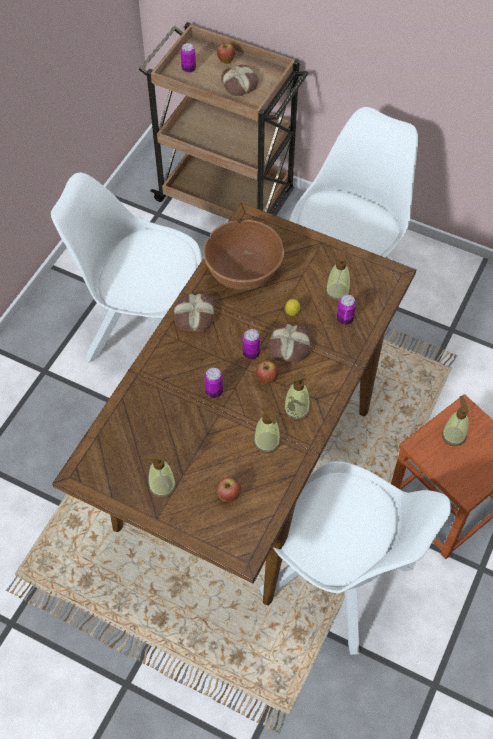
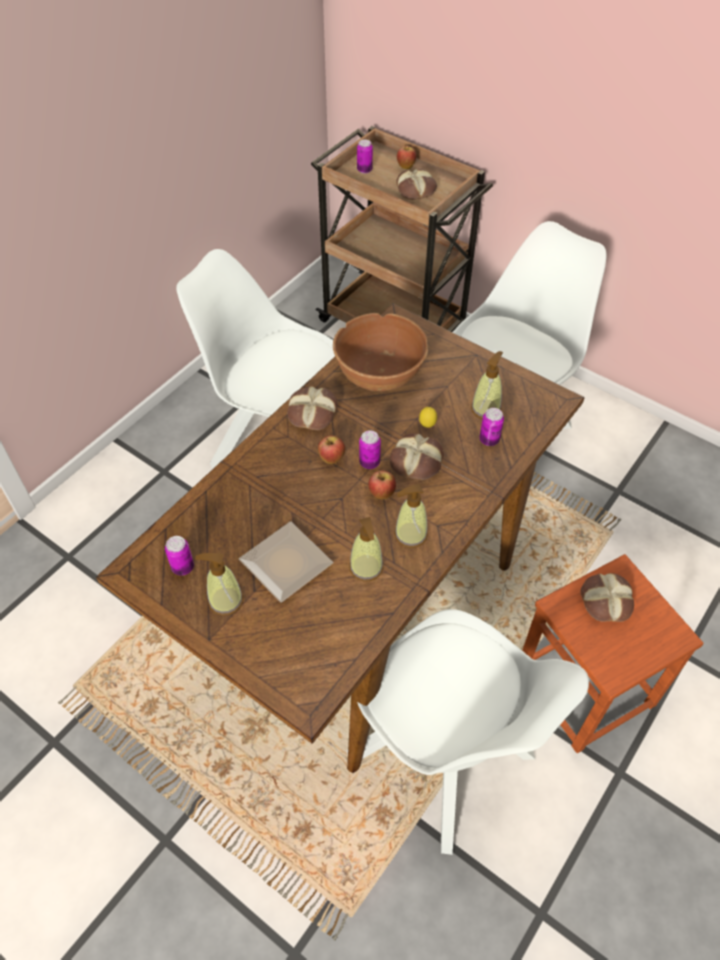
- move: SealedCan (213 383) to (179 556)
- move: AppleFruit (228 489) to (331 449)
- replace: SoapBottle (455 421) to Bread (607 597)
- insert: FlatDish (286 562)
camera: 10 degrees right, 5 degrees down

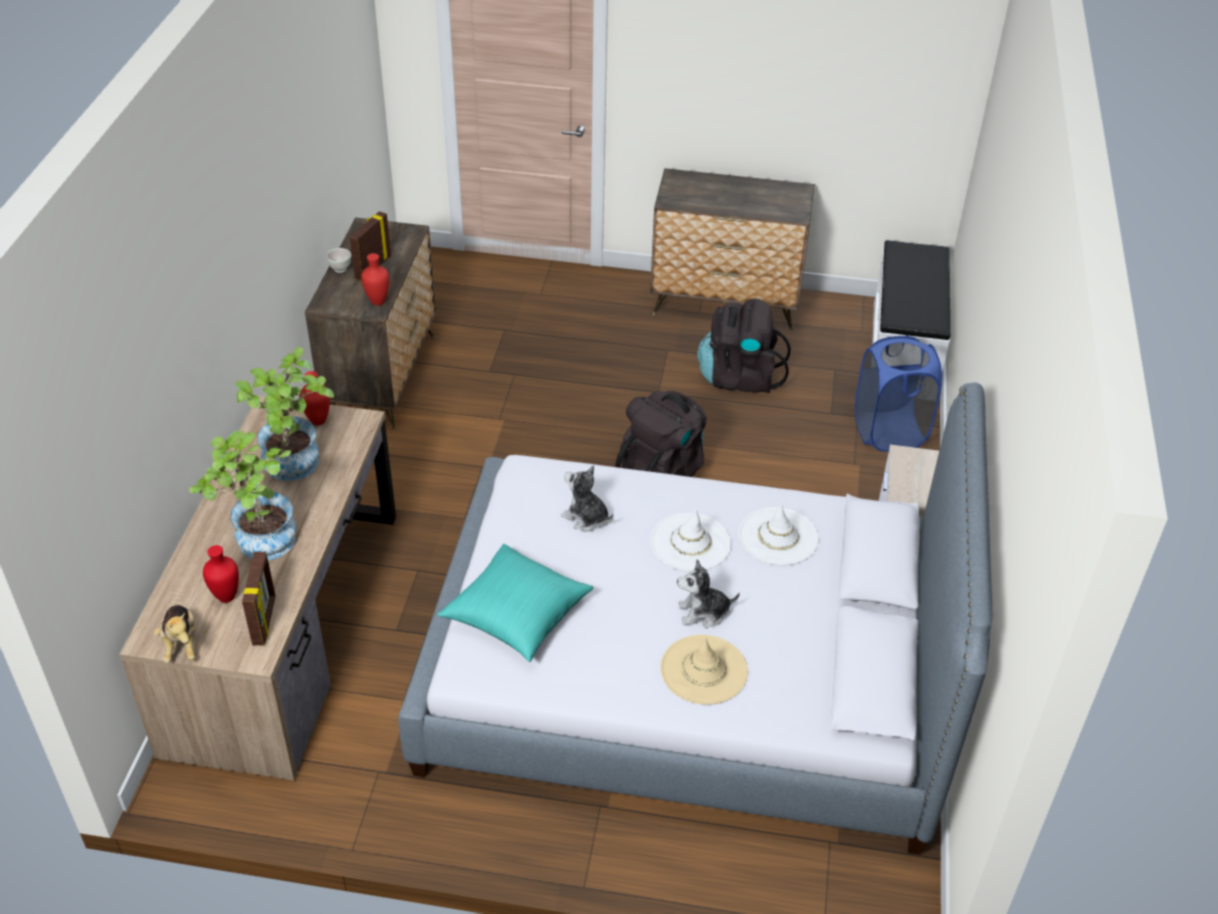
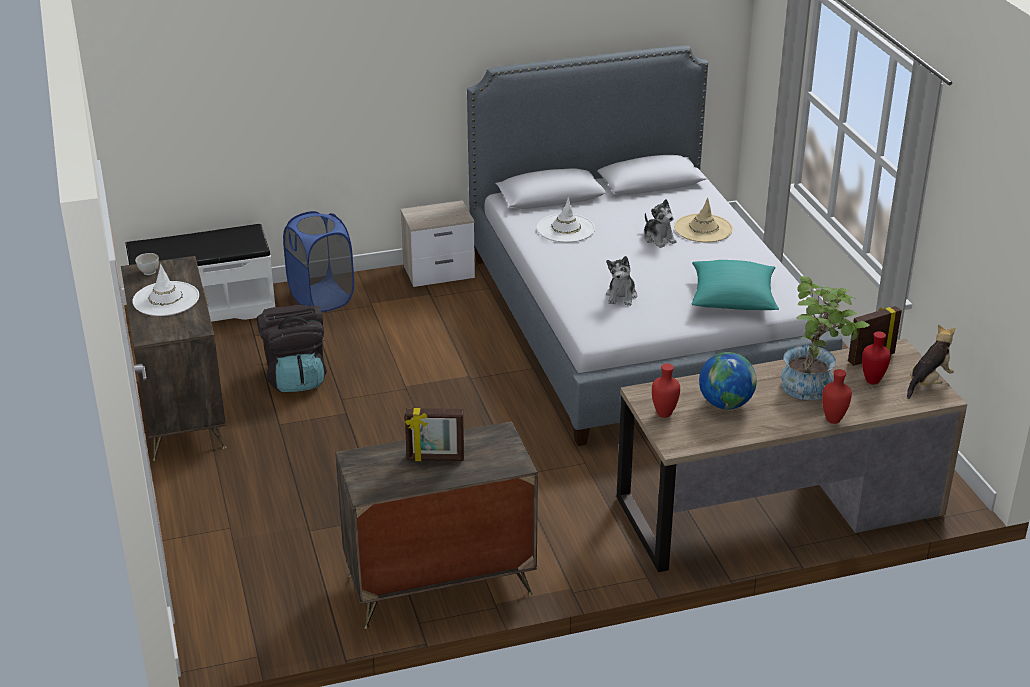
- replace: PlantInAPot (284 414) to Globe (728 380)
- move: WhiteColouredBowl (339 260) to (147 264)
- move: RedColouredDecorativeVase (375 279) to (837 396)
- delete: BlackBackpack (660 434)
- move: WhiteColouredWearableHat (690 540) to (165 290)
camera: 115 degrees left, 10 degrees down

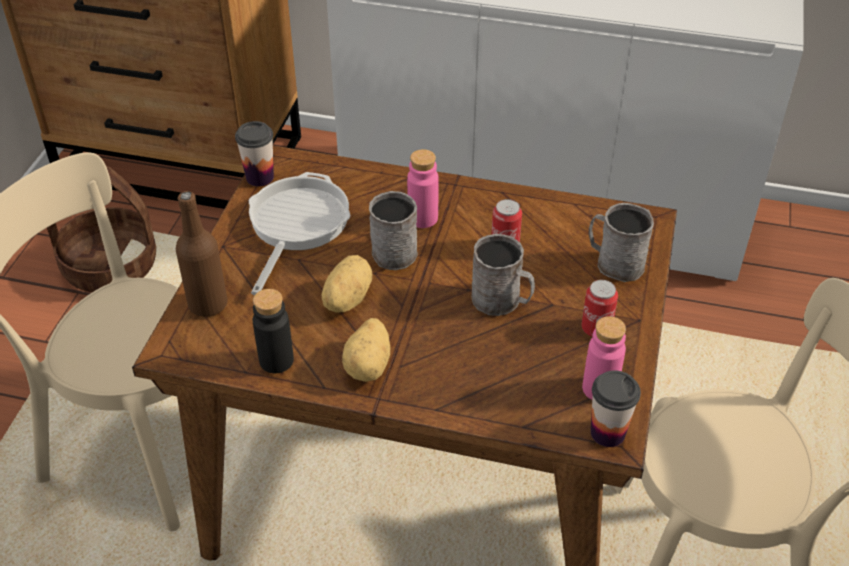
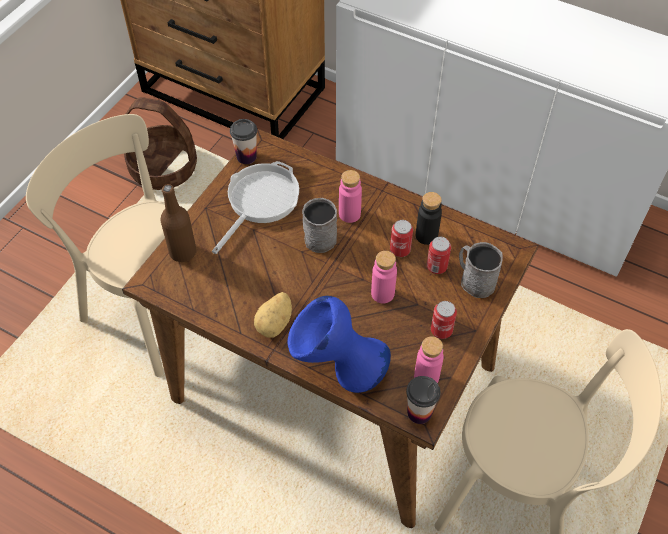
- move: BlackBottle (273 331) to (429 218)
- delete: Potato (347 283)
- replace: GreyMug (503 275) to PinkBottle (384 277)
- insert: BlueColouredDecorativeVase (339 344)
- insert: SealedCan (439 255)
camera: 15 degrees right, 10 degrees up

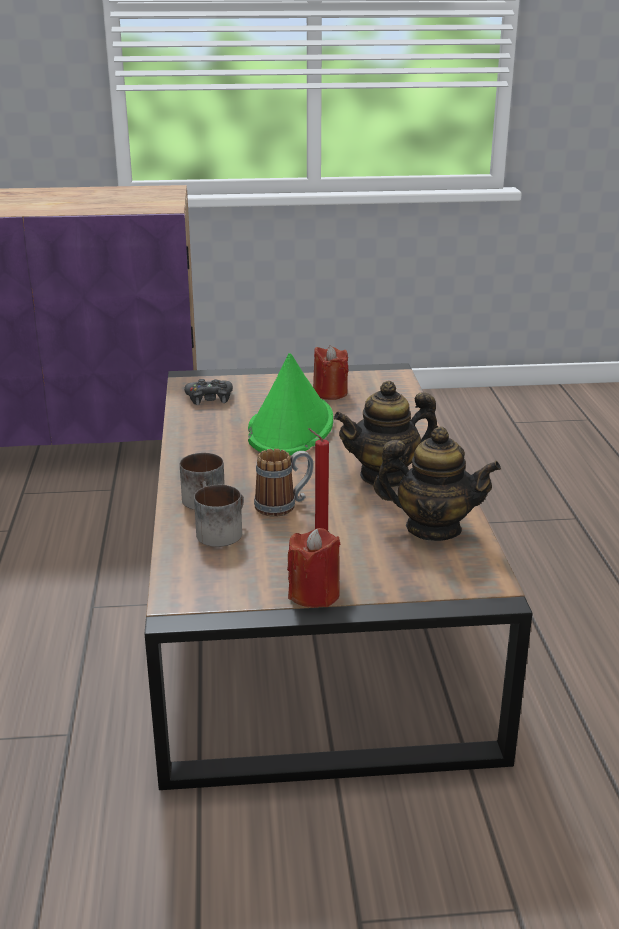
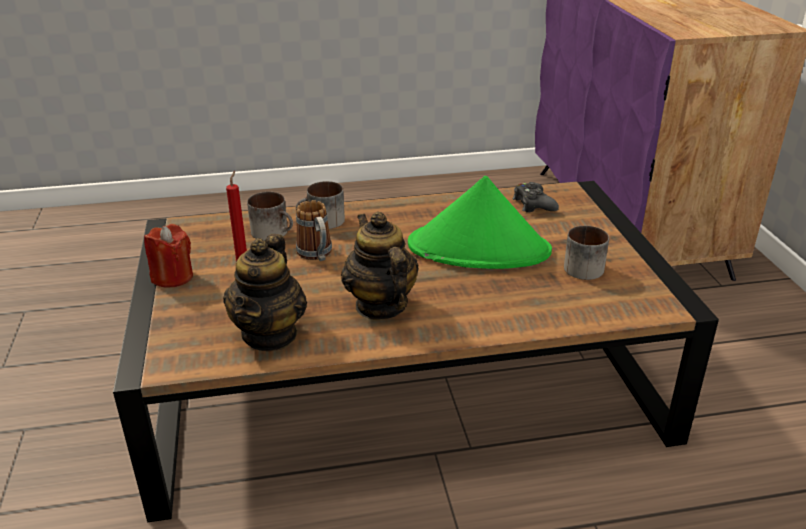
- replace: RedColouredCandle (331 372) to Mug (586 253)
camera: 85 degrees right, 5 degrees up

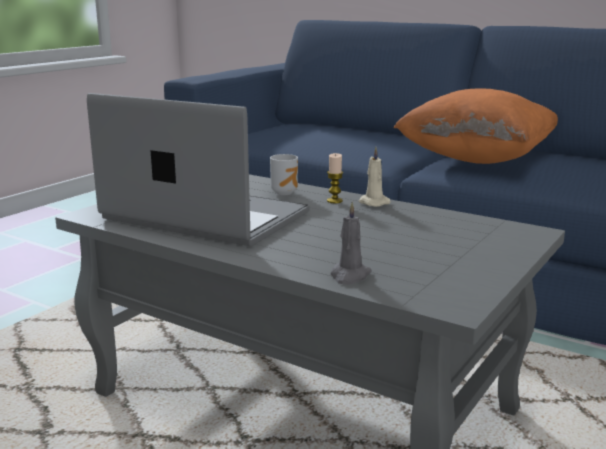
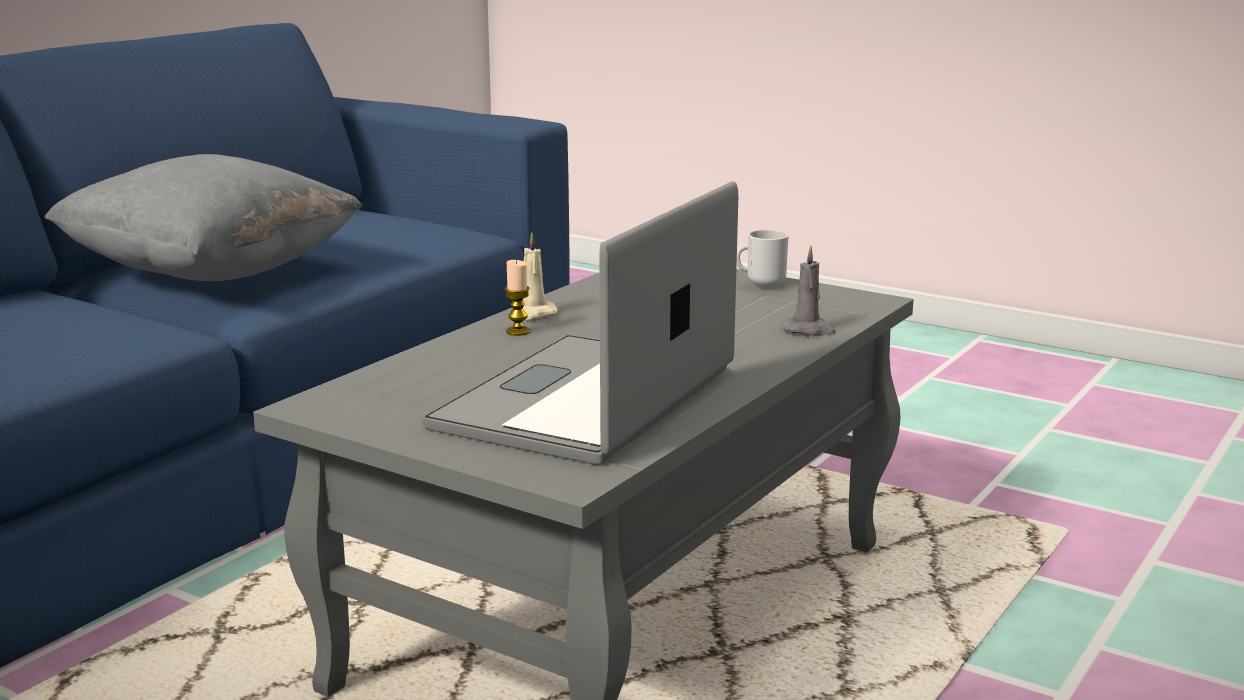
- move: Mug (284 174) to (763 259)
- recolor: OrangeColouredThrowPillow (475 126) to GreyThrowPillow (203 217)
camera: 90 degrees left, 0 degrees up

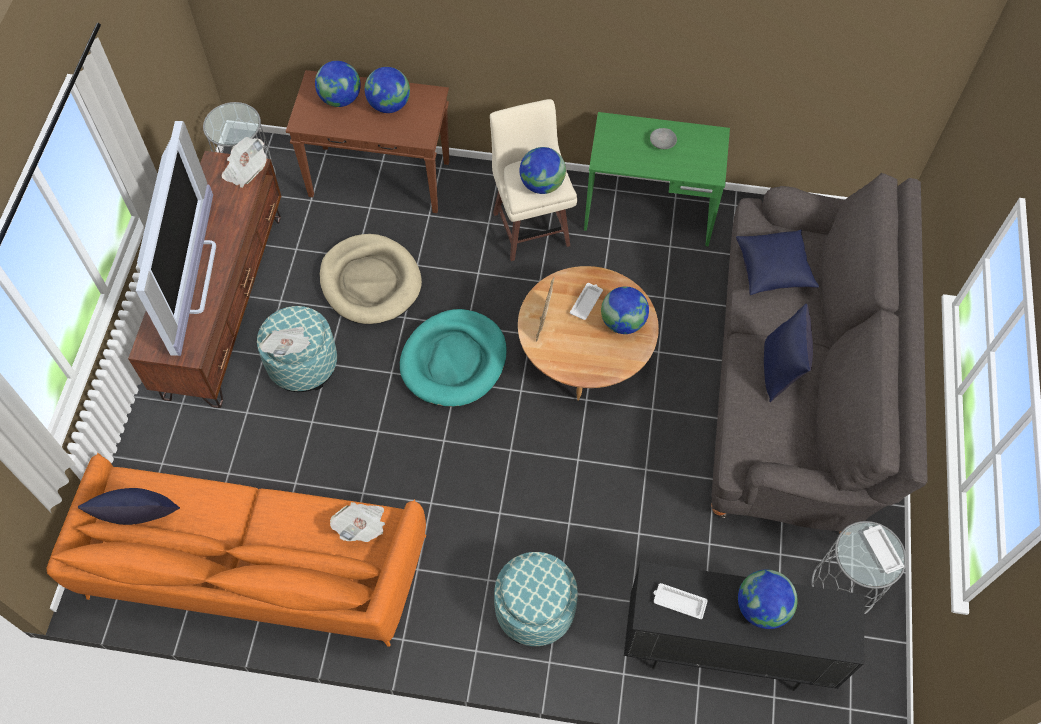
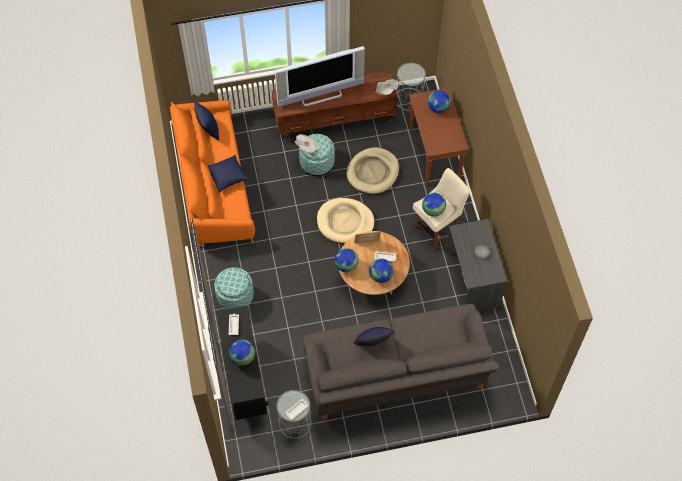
- delete: Newspaper (357 522)
- move: Globe (387 90) to (347 260)
- recolor: BlueGreenPetBed (453 358) to SandColouredPetBed (345 221)
- recolor: GreenColouredDesk (657 179) to GreyDesk (477 265)
- move: BlueColouredThrowPillow (777 262) to (228 174)
camera: 70 degrees right, 0 degrees up

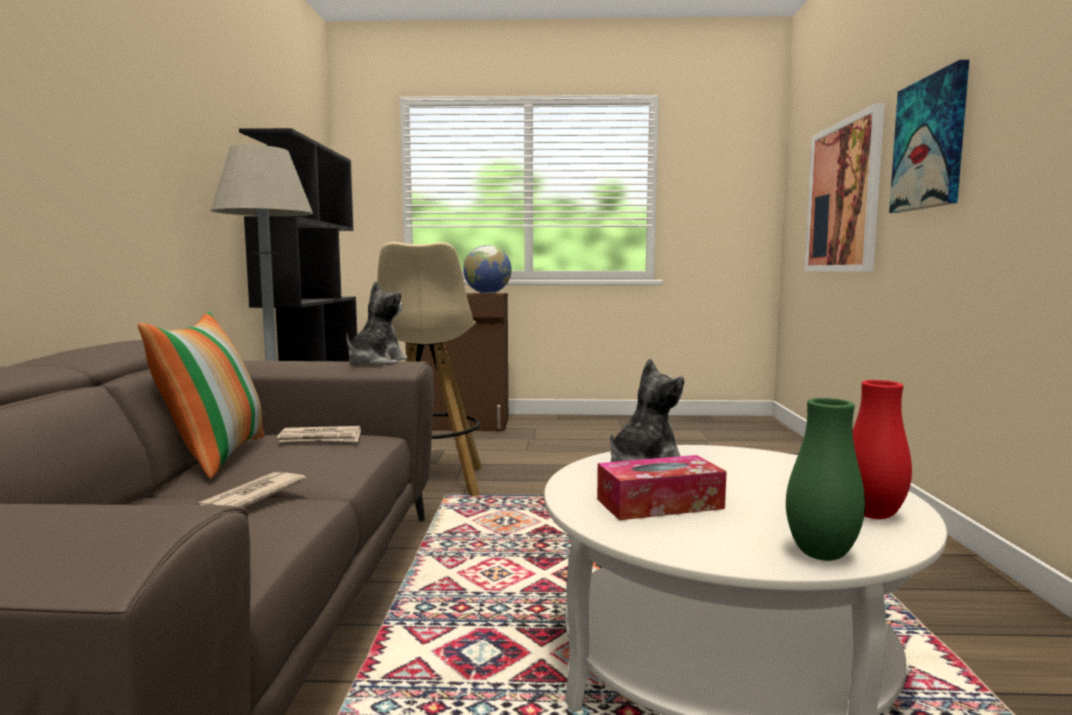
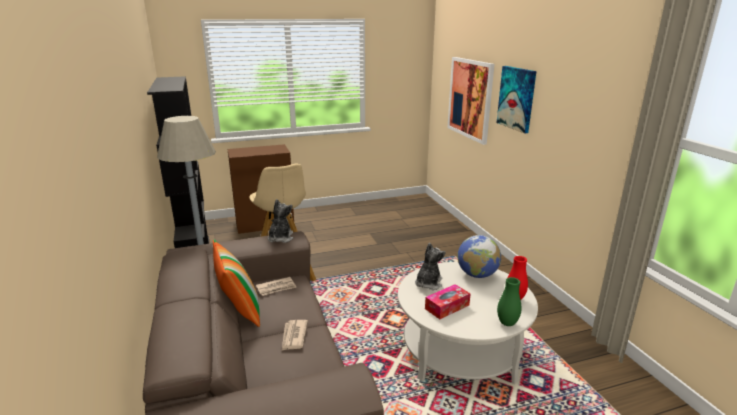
- move: Globe (487 269) to (479 256)
camera: 20 degrees left, 15 degrees up

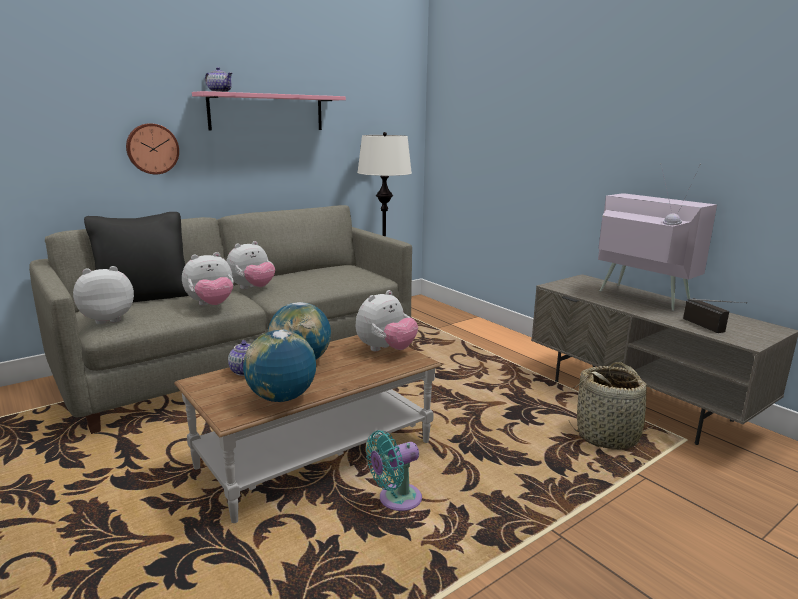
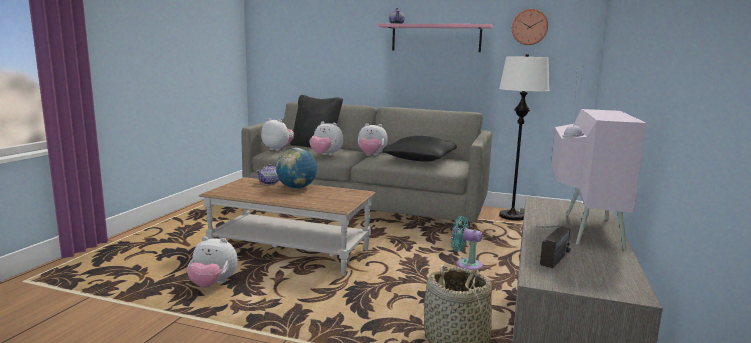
- move: WallClock (152 148) to (530 27)
- delete: Globe (279 365)
- move: PlushToy (387 320) to (212 262)
- move: BlueGreenCoolingFan (394 470) to (467 243)
- insert: BlackThrowPillow (419 149)
camera: 55 degrees right, 5 degrees down

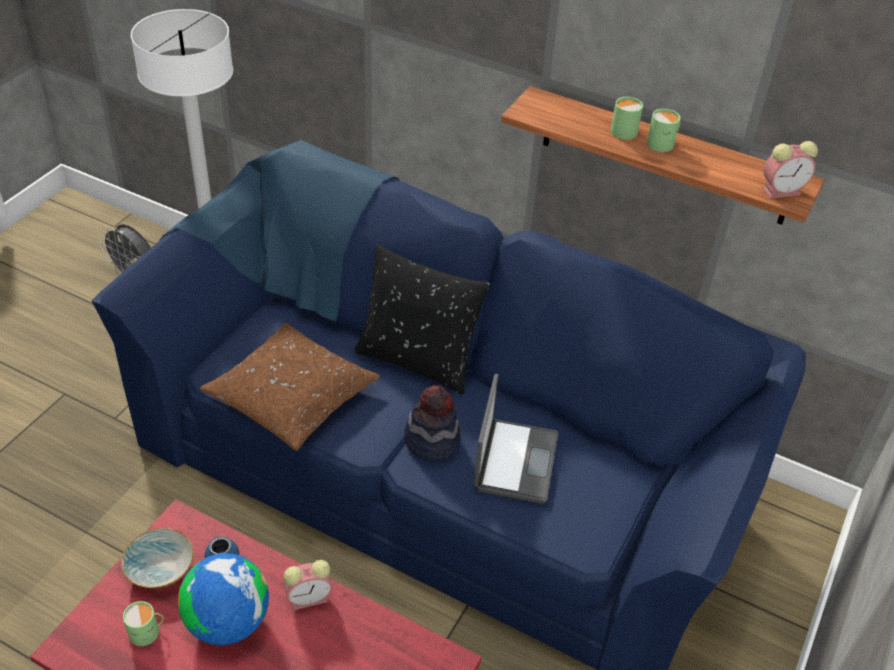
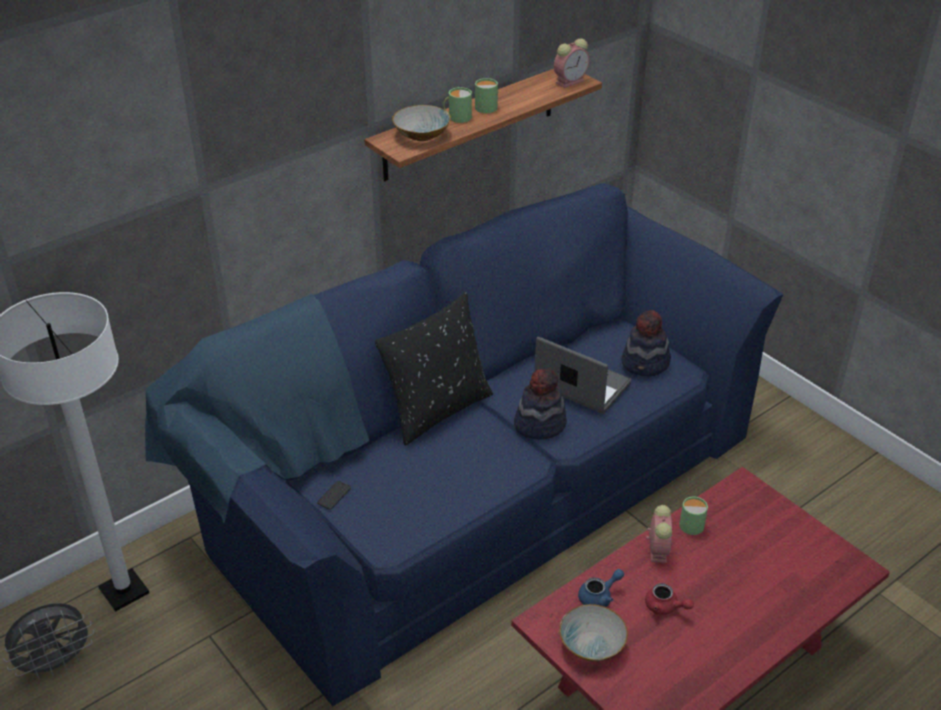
- move: GreenColouredMug (143 623) to (693 516)
- replace: Globe (223 599) to RedColouredPotForTea (669 599)
- delete: BrownThrowPillow (290 387)
- rotate: TableClock (790 170) = (571 63) 45 degrees clockwise
- insert: Phone (334 495)
- insert: Bowl (421 123)
- insert: WearableHat (646 343)
camera: 65 degrees left, 5 degrees down

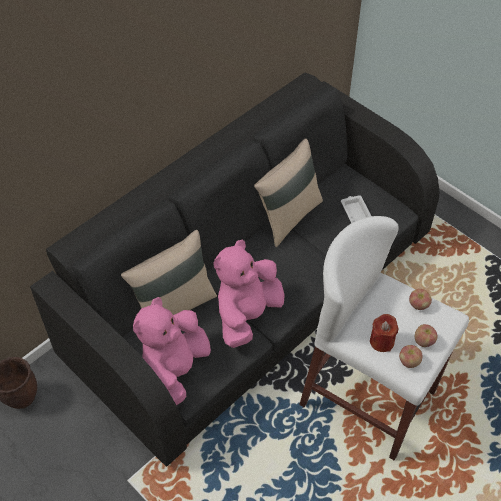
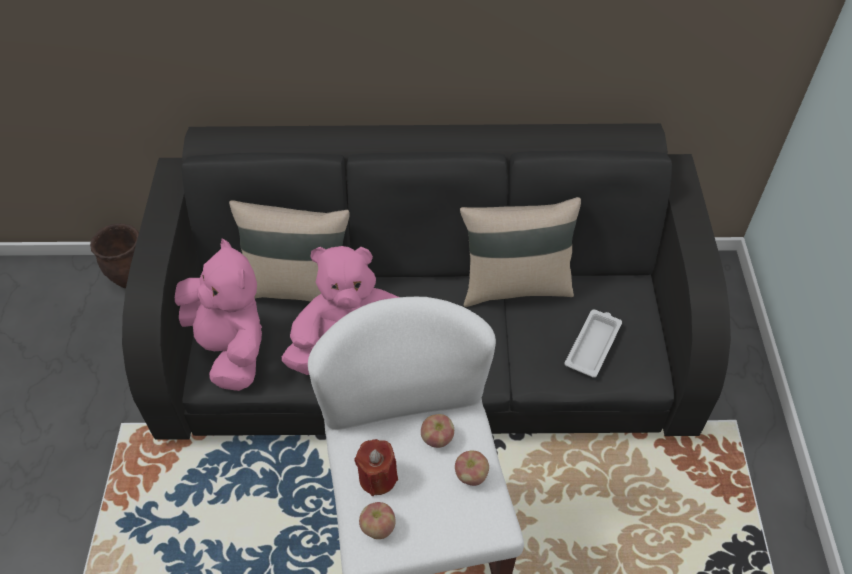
- rotate: PinkPlushToy (172 351) = (218 315) 75 degrees clockwise
- move: AppleFruit (426 335) to (437 431)
camera: 45 degrees right, 0 degrees up

